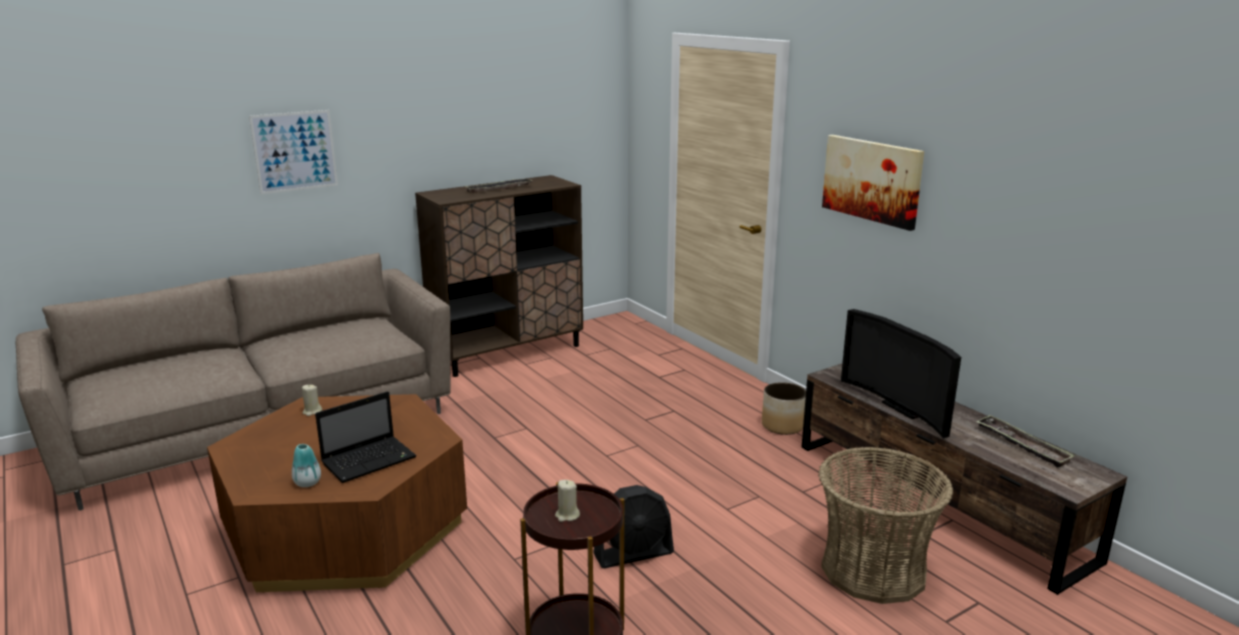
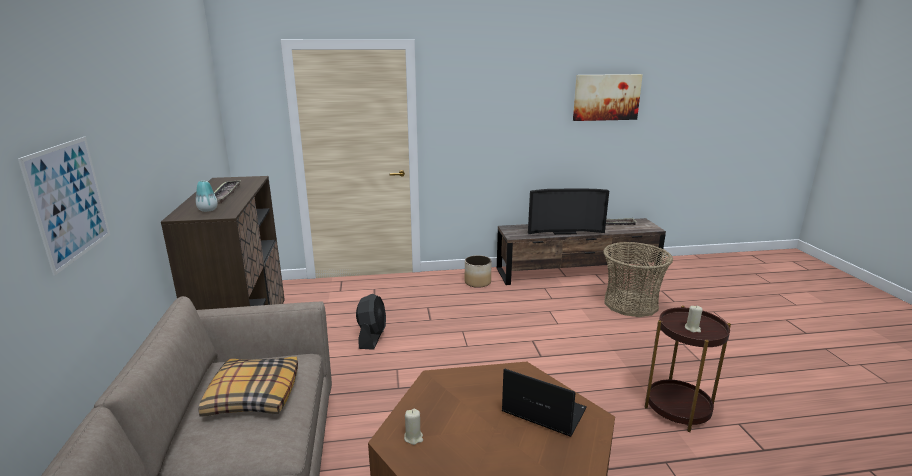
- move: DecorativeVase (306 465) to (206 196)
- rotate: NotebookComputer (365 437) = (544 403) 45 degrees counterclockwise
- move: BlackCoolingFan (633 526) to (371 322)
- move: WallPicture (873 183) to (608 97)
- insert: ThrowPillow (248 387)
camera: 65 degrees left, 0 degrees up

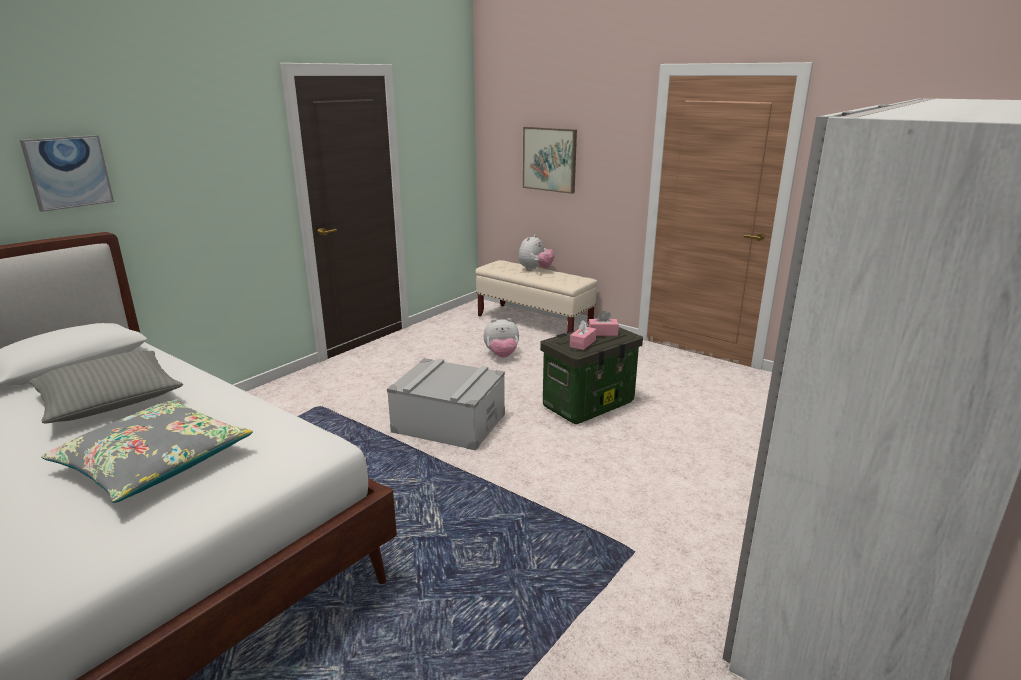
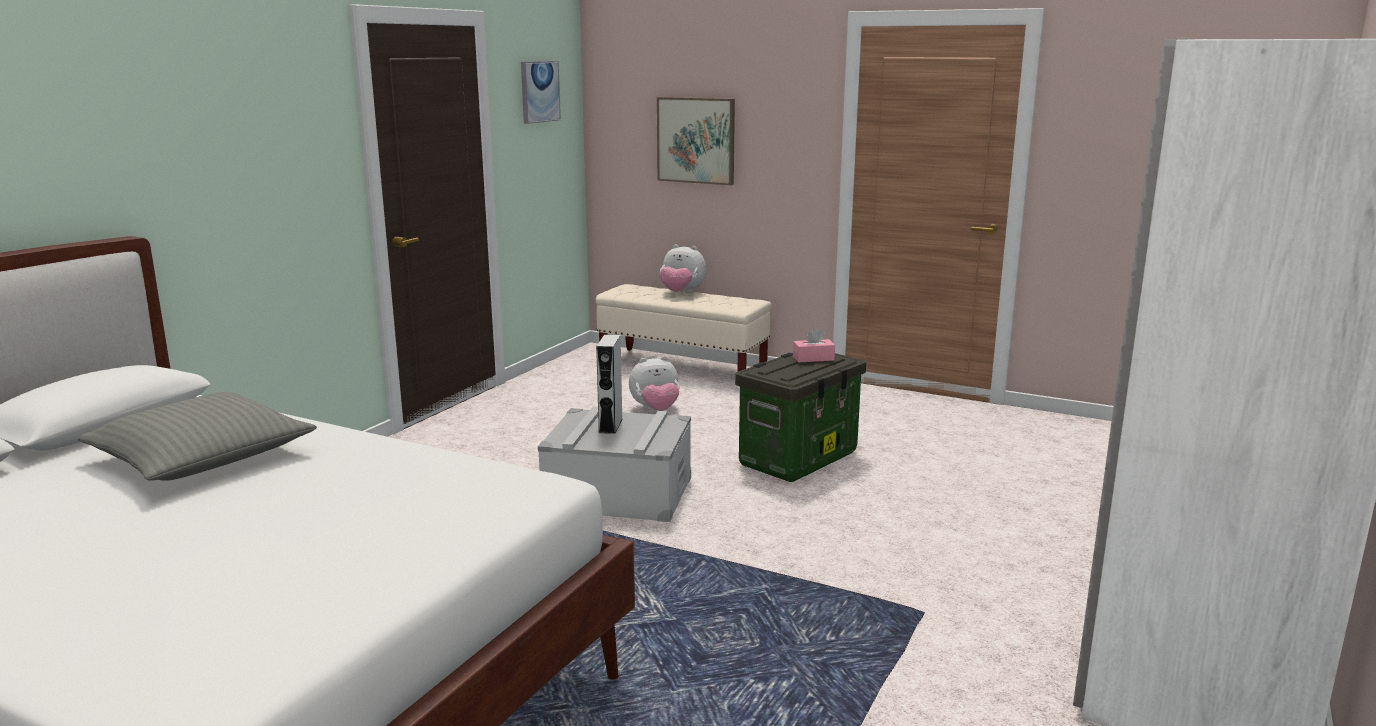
- move: WallPicture (67 173) to (541 92)
- delete: GreyThrowPillow (147 451)
- rotate: PlushToy (536 252) = (683 268) 90 degrees clockwise
- delete: PinkTissueHolder (583 335)
- insert: GreyAudioSpeaker (609 384)
camera: 10 degrees left, 5 degrees down

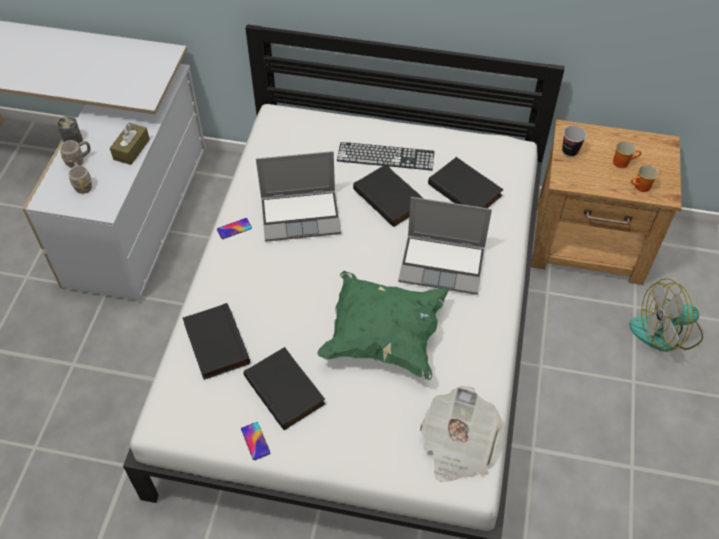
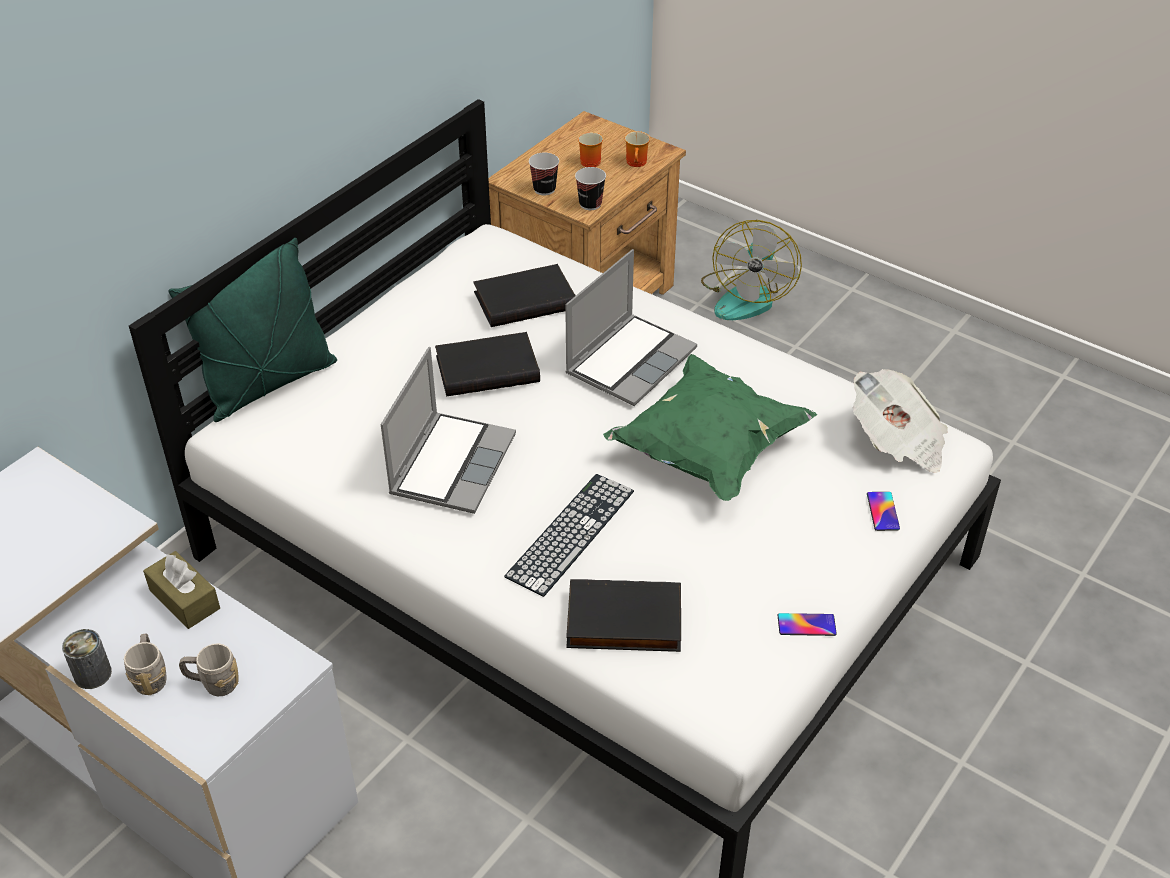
- move: Phone (234 228) to (883 511)
- delete: BlackBoundBook (284 388)
- move: Keyboard (385 156) to (569 535)
- insert: GreenColouredThrowPillow (252 330)
- insert: Cup (590 188)
camera: 65 degrees left, 10 degrees down

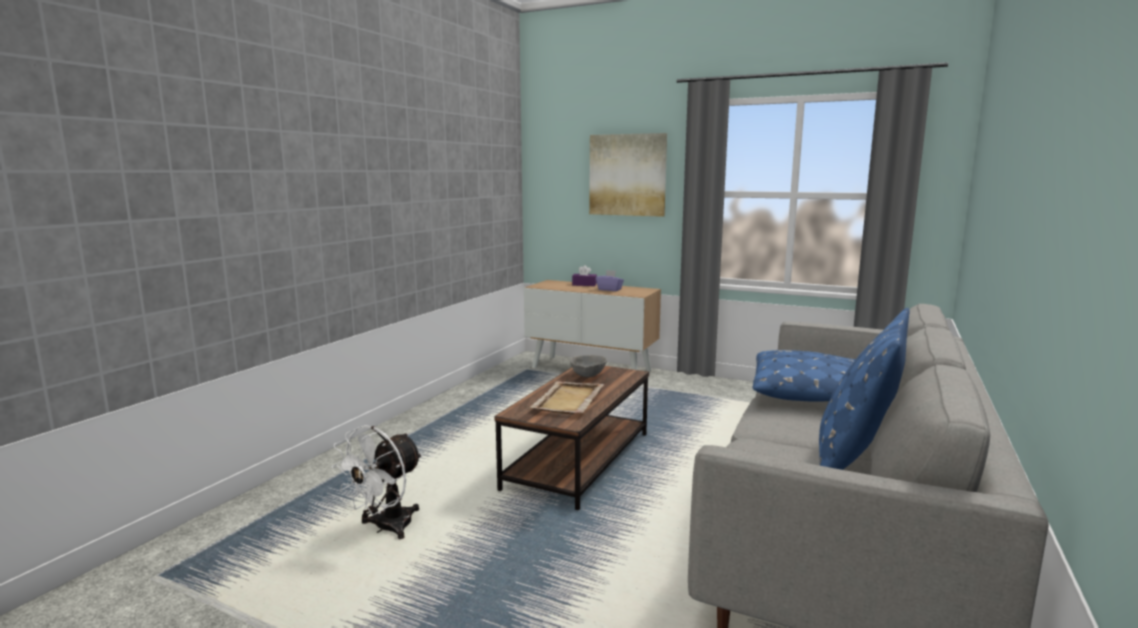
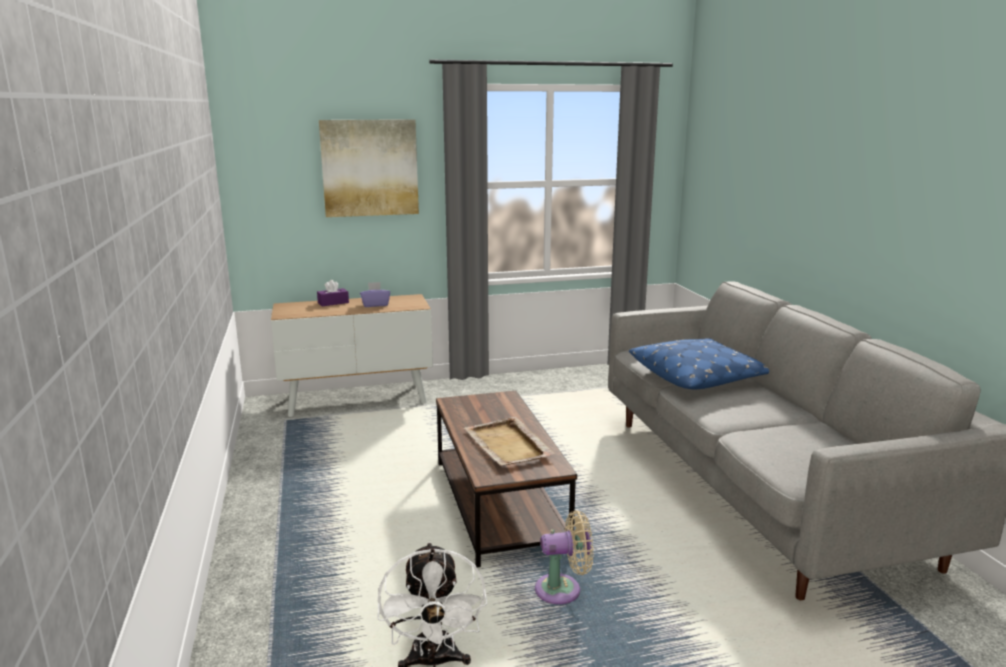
- delete: GreyBowl (588 366)
- delete: BlueColouredThrowPillow (864 389)
- insert: SandColouredCoolingFan (564 557)
camera: 40 degrees left, 5 degrees up

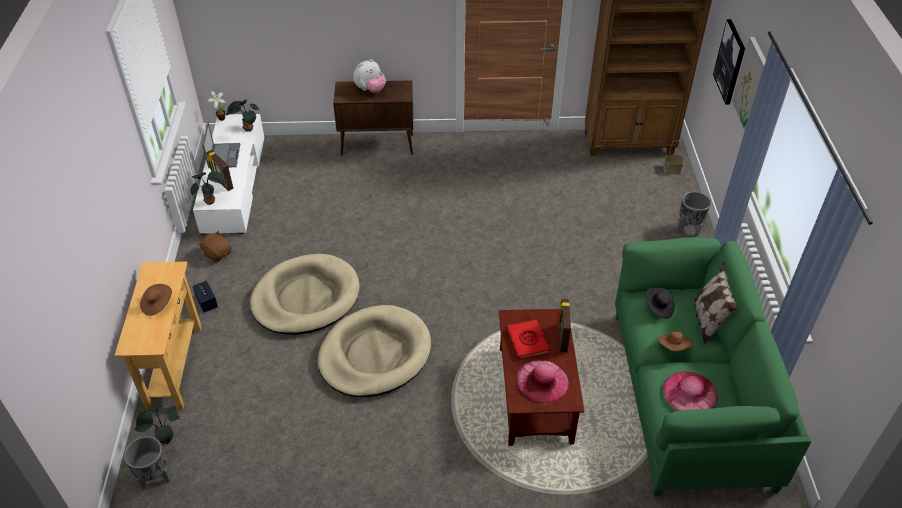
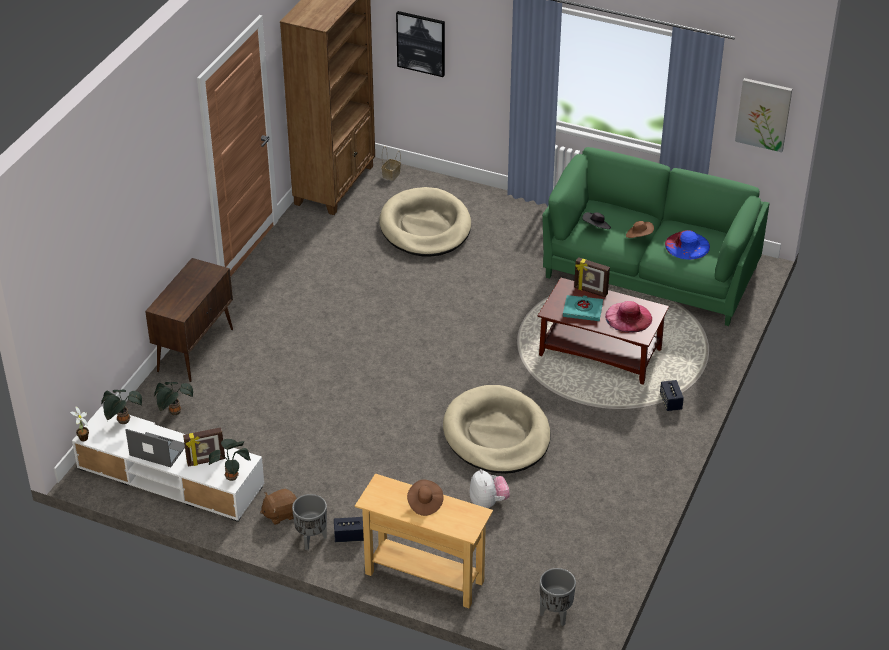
- move: PlantInAPot (157 424) to (173 398)
- move: SandColouredPetBed (305 294) to (425 221)
- move: PlushToy (369 76) to (490 488)
- recolor: RedColouredBoundBook (528 339) to BlueGreenBoundBook (583 308)
- recolor: PinkWearableHat (690 391) to BlueColouredWearableHat (687 245)
- move: GreyPlantPot (694 214) to (309 522)
- delete: ThrowPillow (715 303)
- move: WallPicture (749 83) to (763 115)
- insert: AudioSpeaker (672 395)
camera: 65 degrees left, 5 degrees down

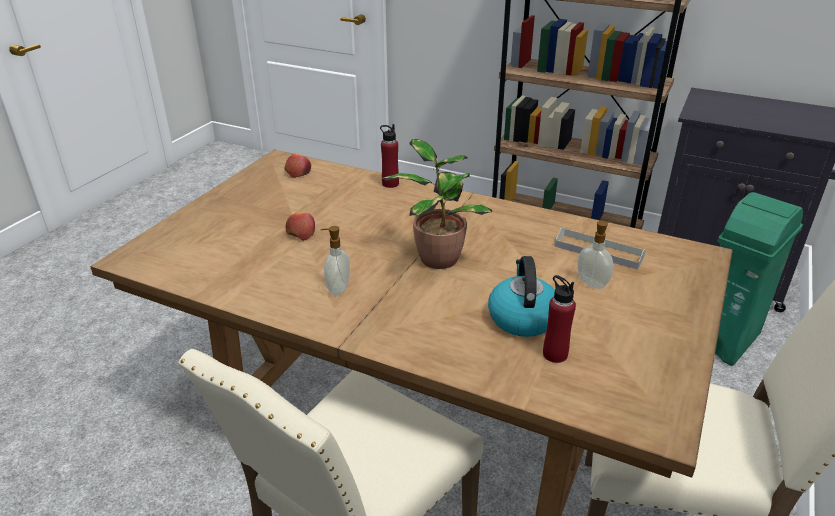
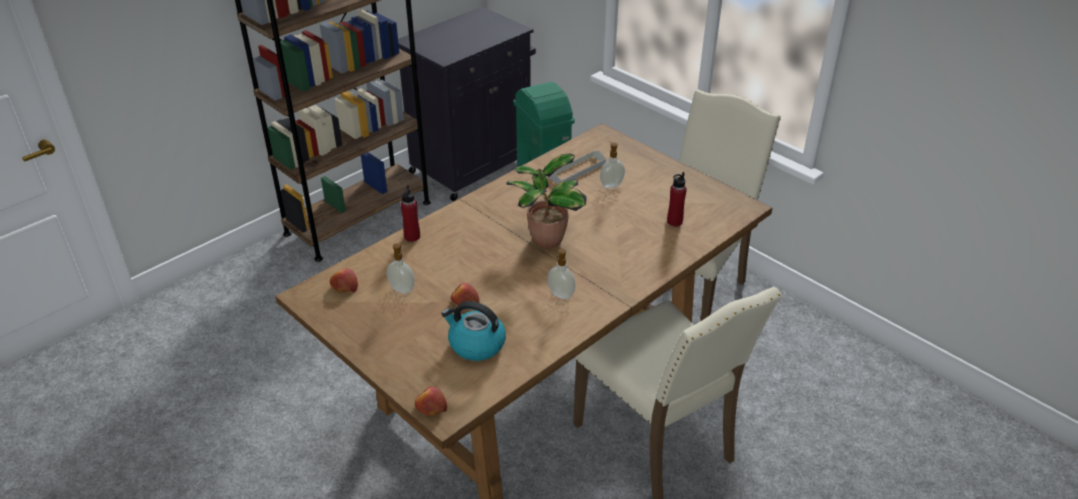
- move: WaterKettle (521 296) to (474 331)
- insert: SoapBottle (401 268)
- insert: AppleFruit (431 401)
camera: 70 degrees left, 5 degrees up

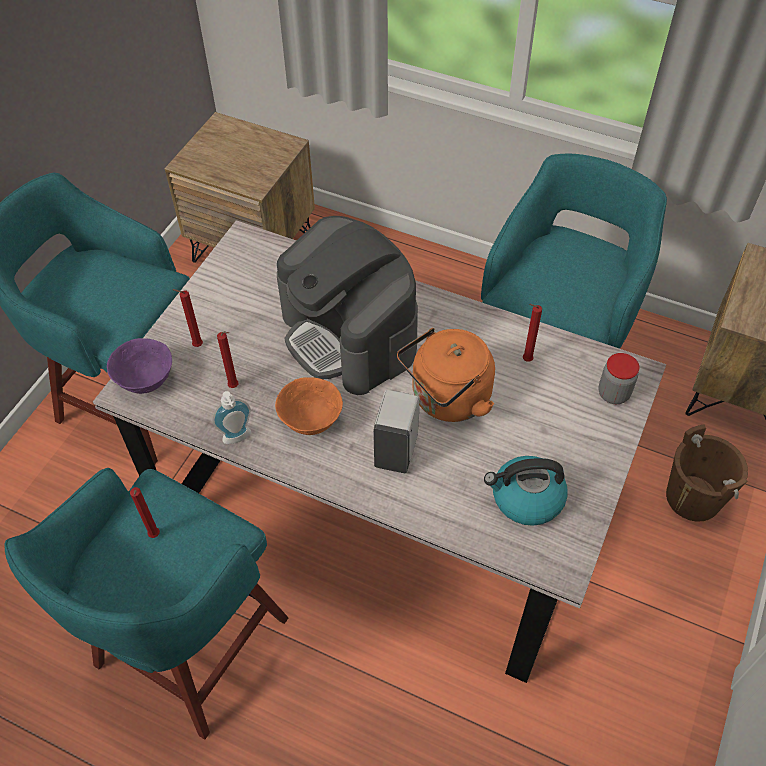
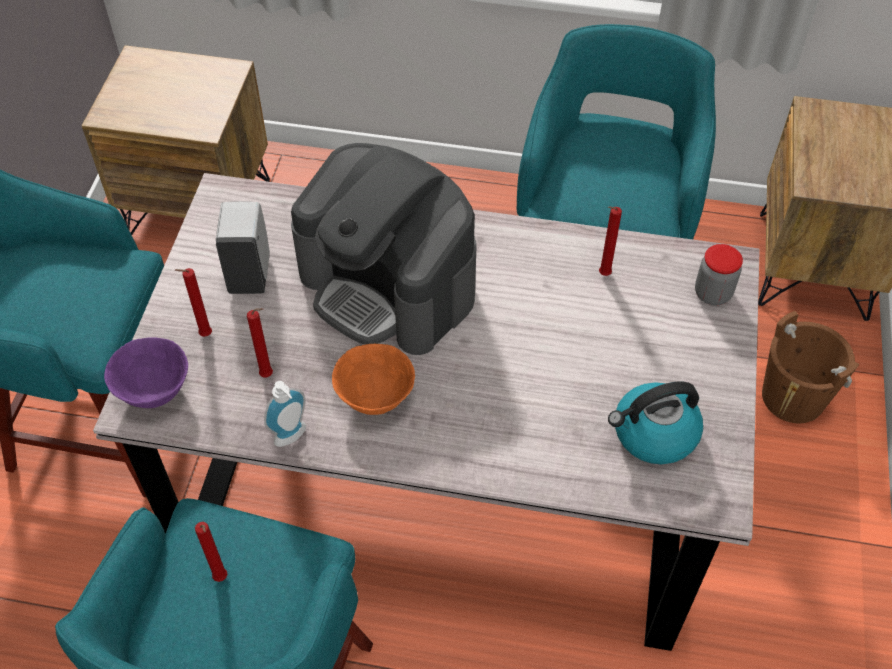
- move: WhiteColouredSoapBottle (396 431) to (243 247)
- delete: OrangeColouredWaterKettle (446 375)
camera: 15 degrees left, 0 degrees up

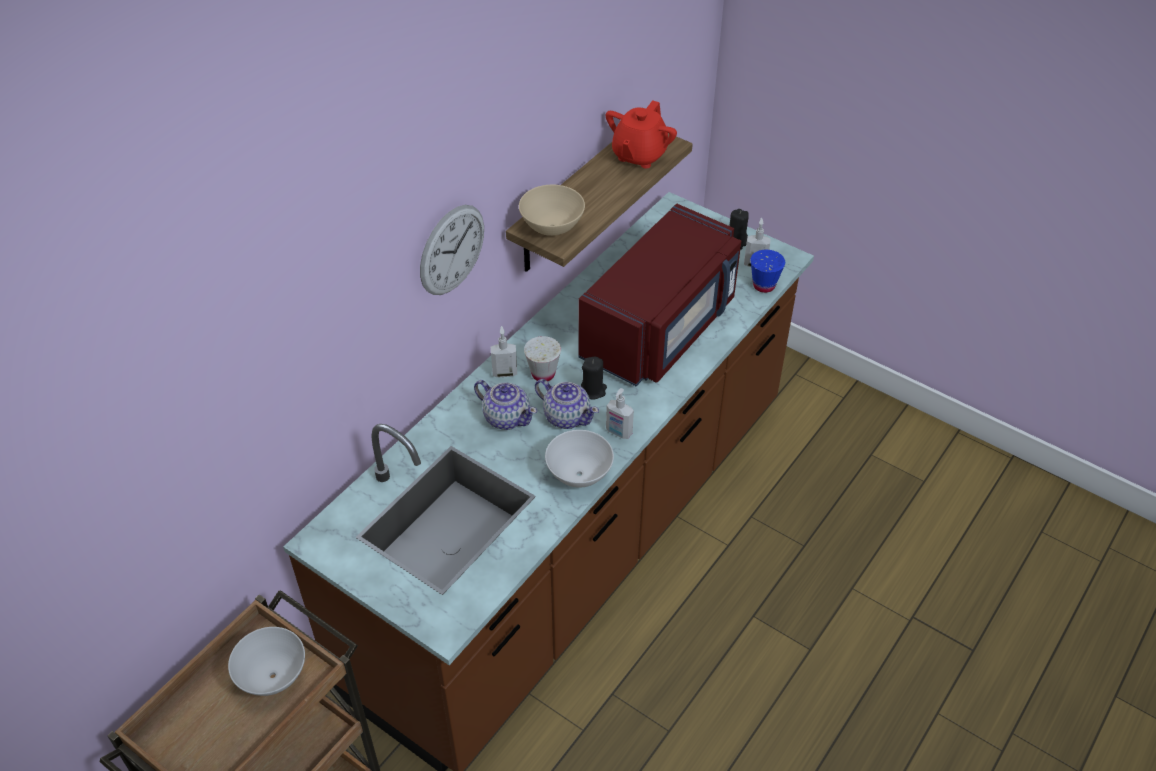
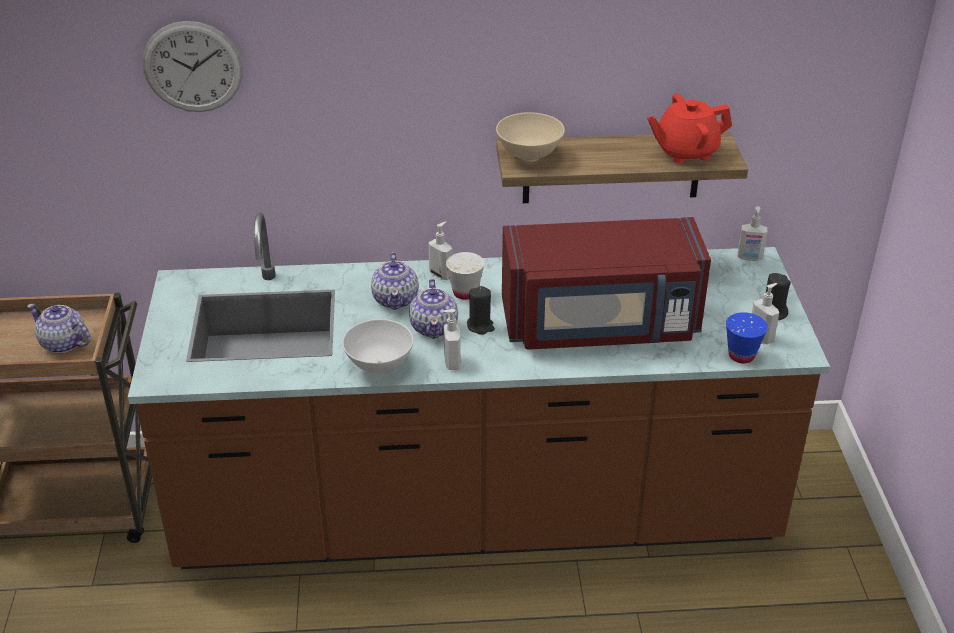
- replace: WhiteColouredBowl (266 661) to PotForTea (59 328)
- move: WallClock (452 250) to (193 66)
- insert: SoapBottle (752 233)
camera: 50 degrees right, 10 degrees down

